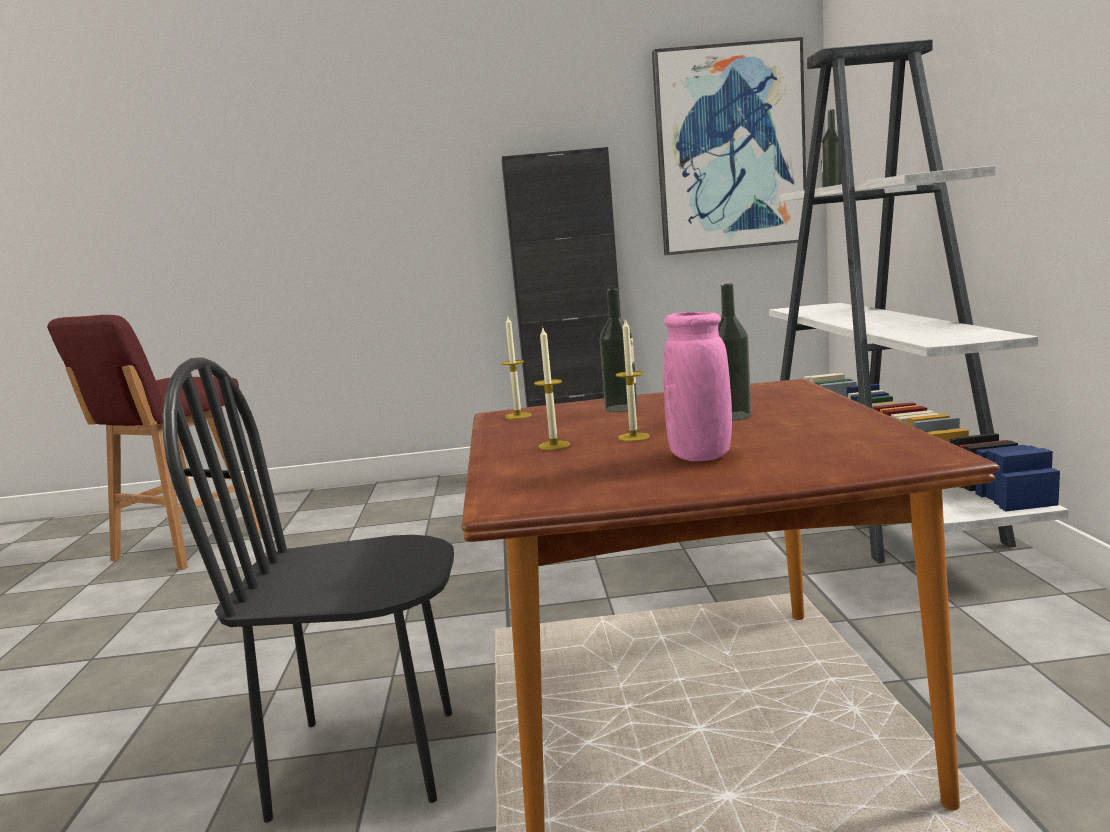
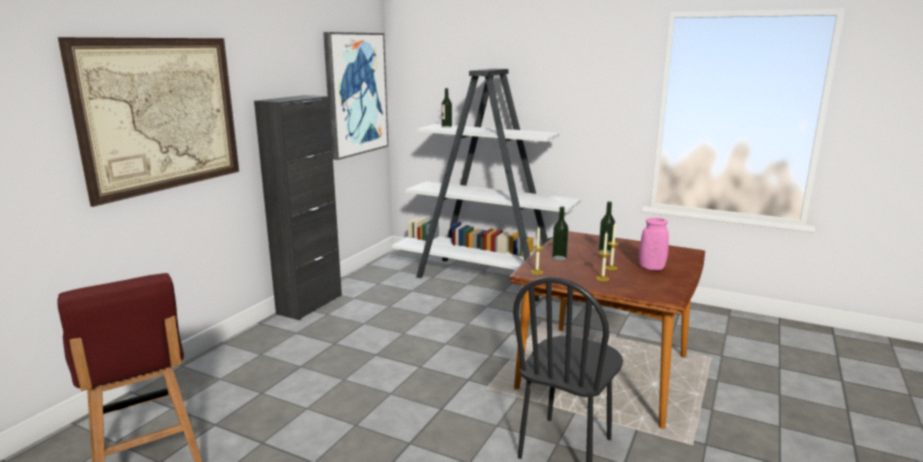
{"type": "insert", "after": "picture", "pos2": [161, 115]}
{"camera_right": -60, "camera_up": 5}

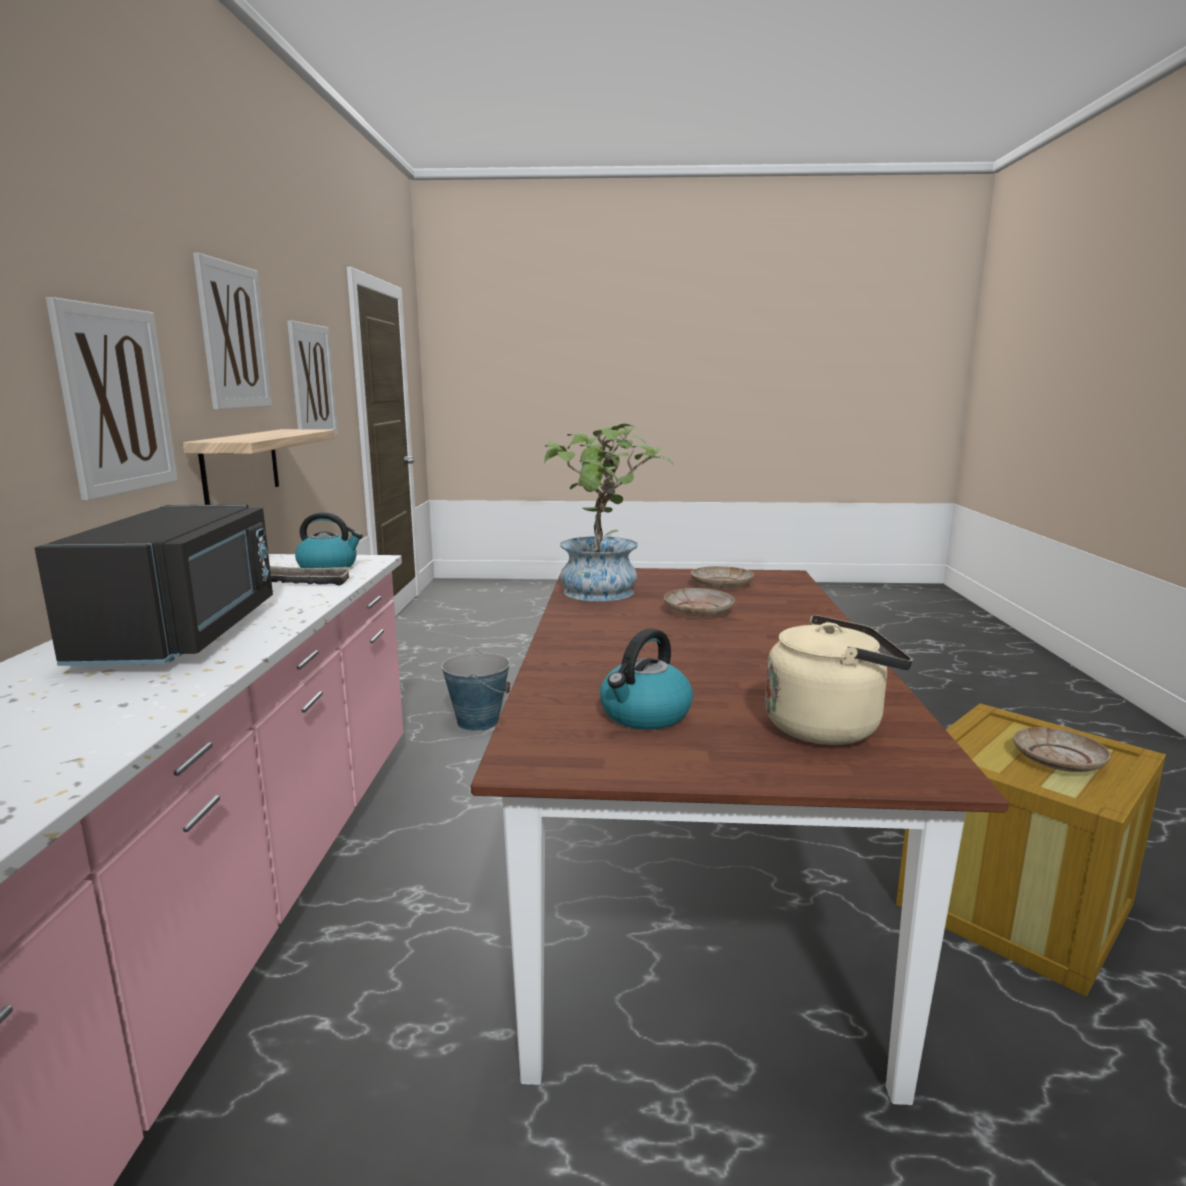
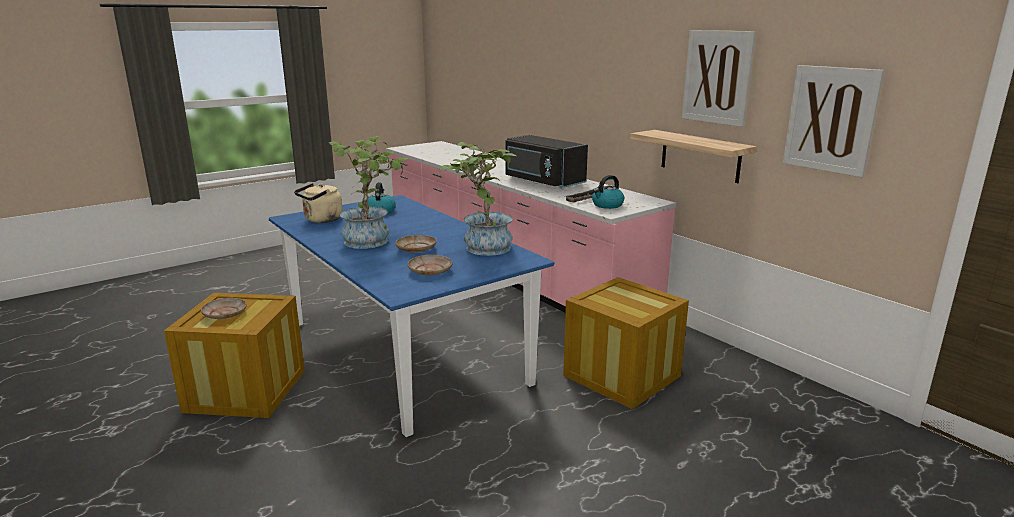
{"type": "delete", "before": "picture", "pos1": [116, 400]}
{"type": "replace", "before": "pail", "after": "crate", "pos1": [478, 721], "pos2": [622, 376]}
{"type": "recolor", "before": "brown kitchen table", "after": "blue-coloured kitchen table", "pos1": [688, 866], "pos2": [405, 351]}
{"type": "insert", "after": "plant in a pot", "pos2": [372, 240]}
{"camera_right": 140, "camera_up": 5}

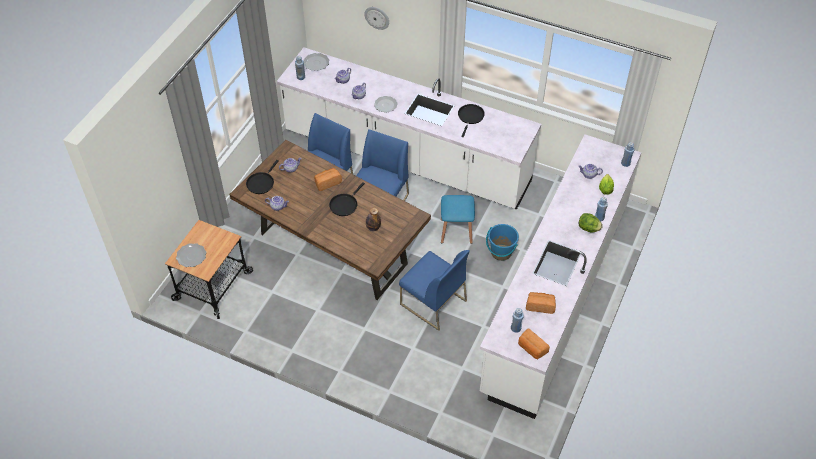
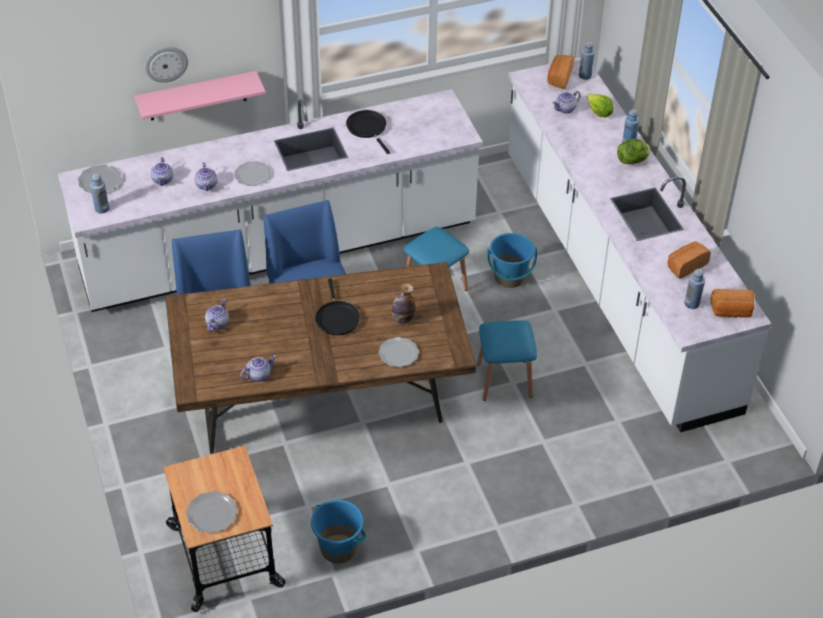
{"type": "delete", "before": "blackish pan", "pos1": [261, 183]}
{"type": "move", "before": "baked bread", "pos1": [327, 182], "pos2": [559, 78]}
{"type": "replace", "before": "blue-coloured chair", "after": "blue-coloured stool seat", "pos1": [432, 303], "pos2": [504, 380]}
{"type": "insert", "after": "pink-coloured wall shelf", "pos2": [197, 96]}
{"type": "insert", "after": "blue-coloured pail", "pos2": [338, 549]}
{"type": "insert", "after": "plate", "pos2": [398, 353]}
{"camera_right": -45, "camera_up": -5}

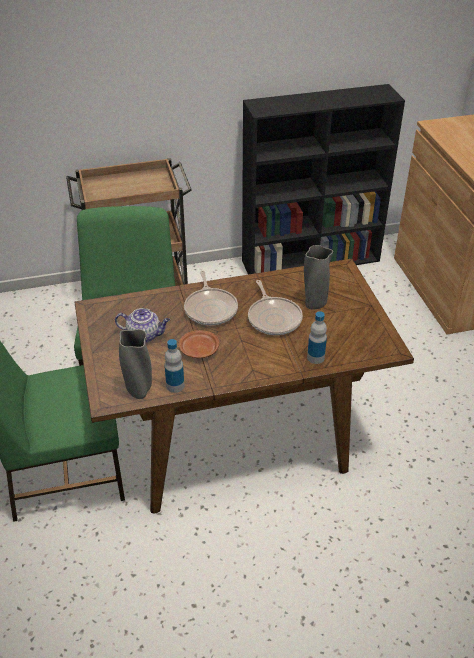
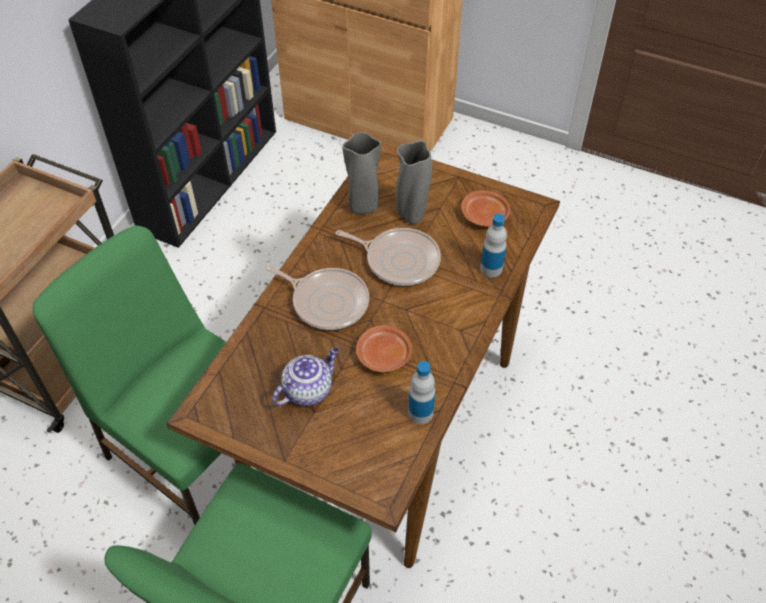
{"type": "move", "before": "gray vase", "pos1": [139, 391], "pos2": [363, 206]}
{"type": "insert", "after": "brown plate", "pos2": [485, 215]}
{"camera_right": -50, "camera_up": 10}

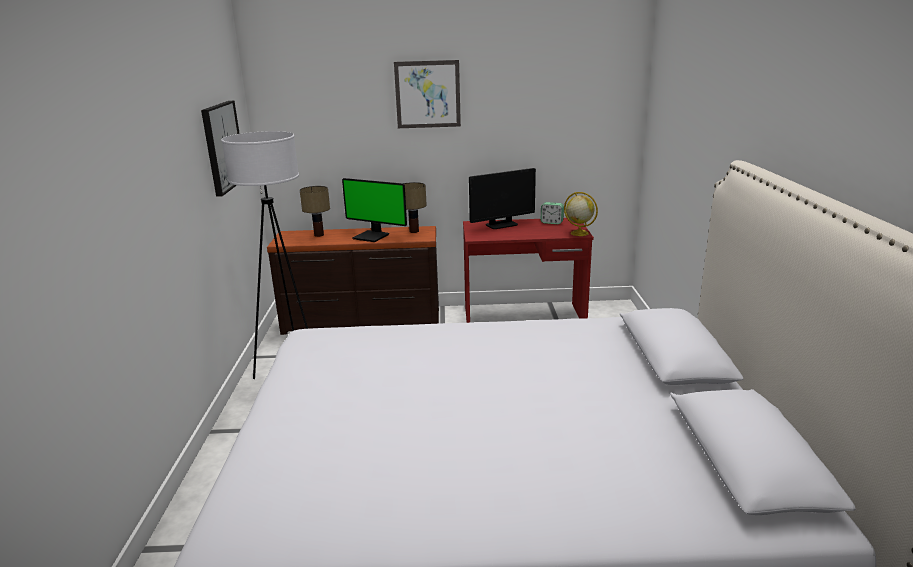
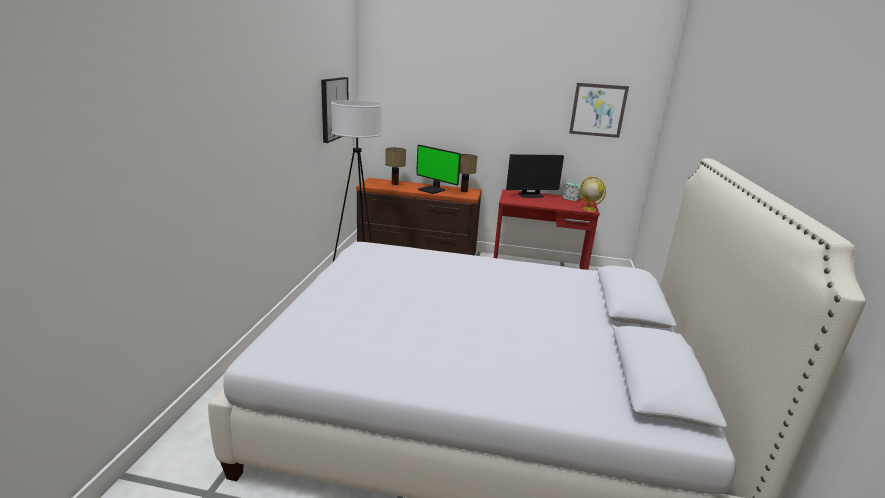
{"type": "move", "before": "picture", "pos1": [427, 94], "pos2": [598, 110]}
{"camera_right": 10, "camera_up": 0}

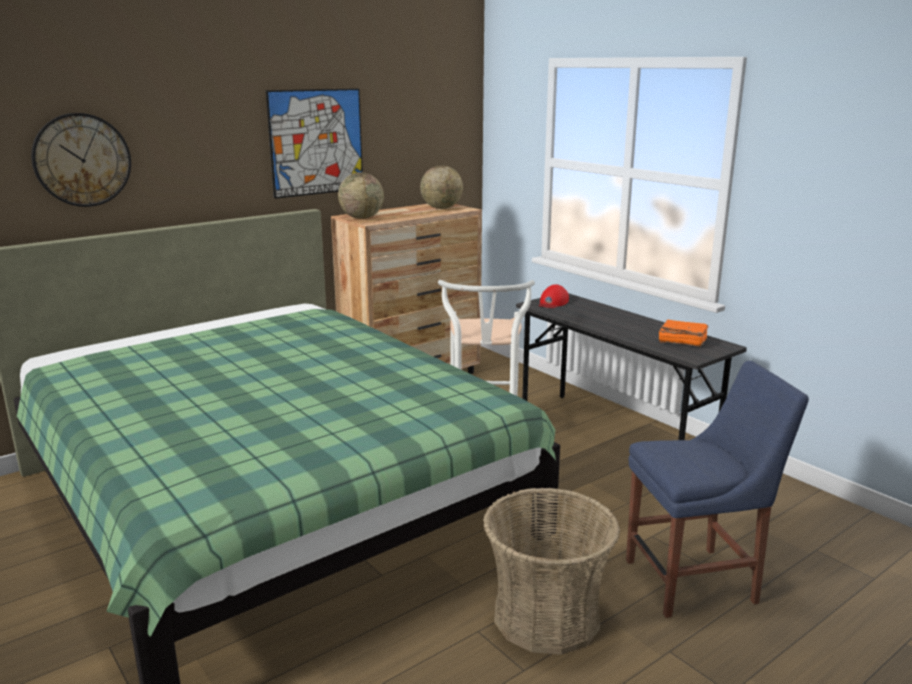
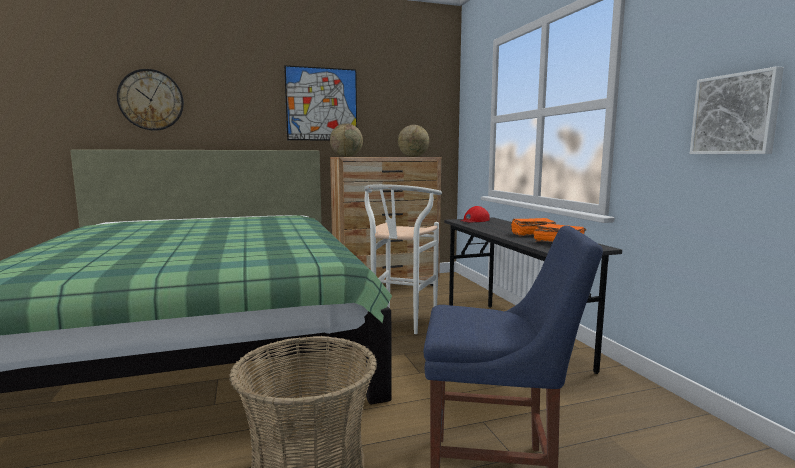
{"type": "insert", "after": "orangey book", "pos2": [532, 234]}
{"type": "insert", "after": "picture", "pos2": [735, 114]}
{"camera_right": 20, "camera_up": -10}

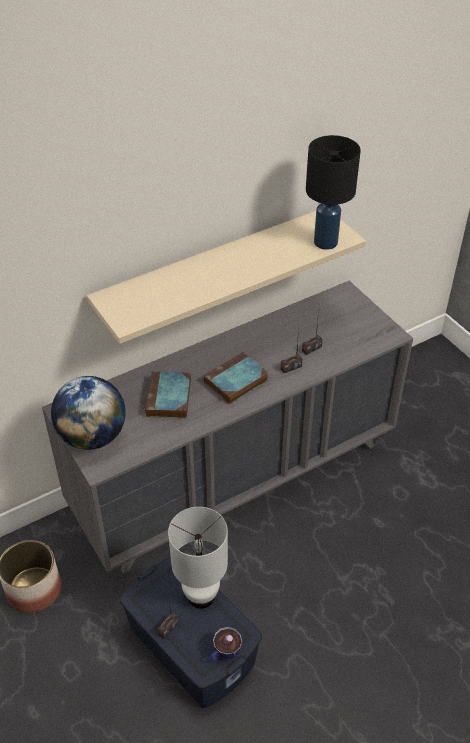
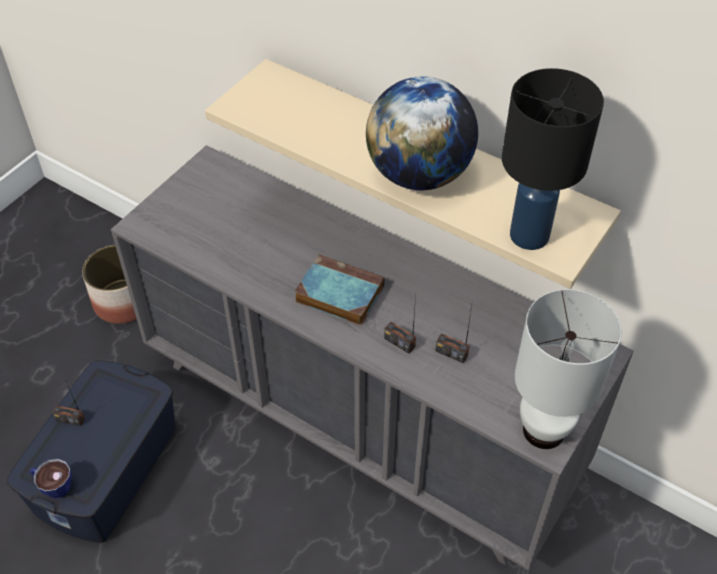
{"type": "move", "before": "world globe", "pos1": [92, 436], "pos2": [419, 175]}
{"type": "delete", "before": "book", "pos1": [169, 399]}
{"type": "move", "before": "white table lamp", "pos1": [202, 596], "pos2": [544, 431]}
{"camera_right": 65, "camera_up": 5}

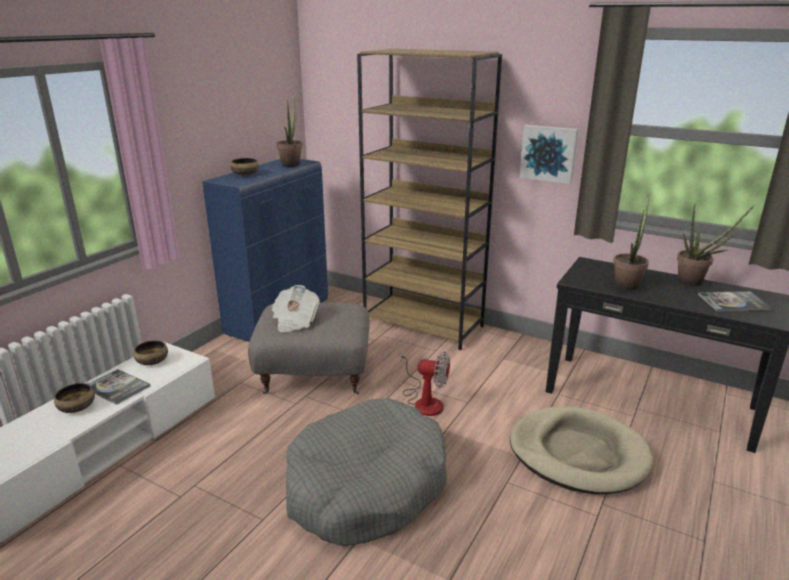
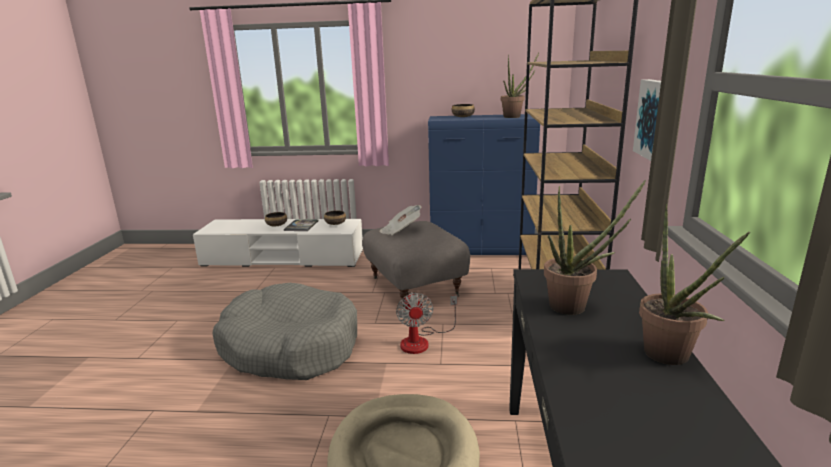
{"type": "delete", "before": "book", "pos1": [733, 302]}
{"camera_right": 65, "camera_up": -5}

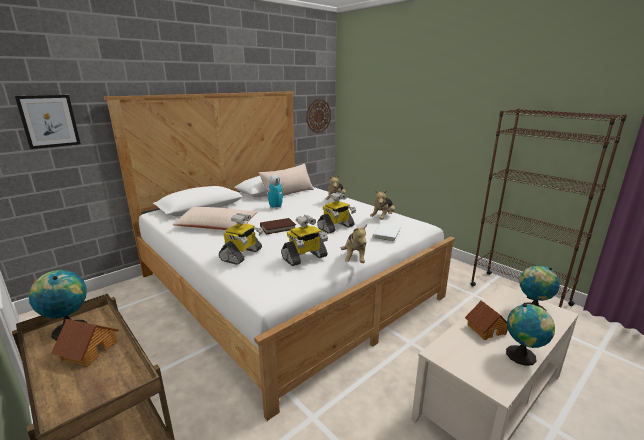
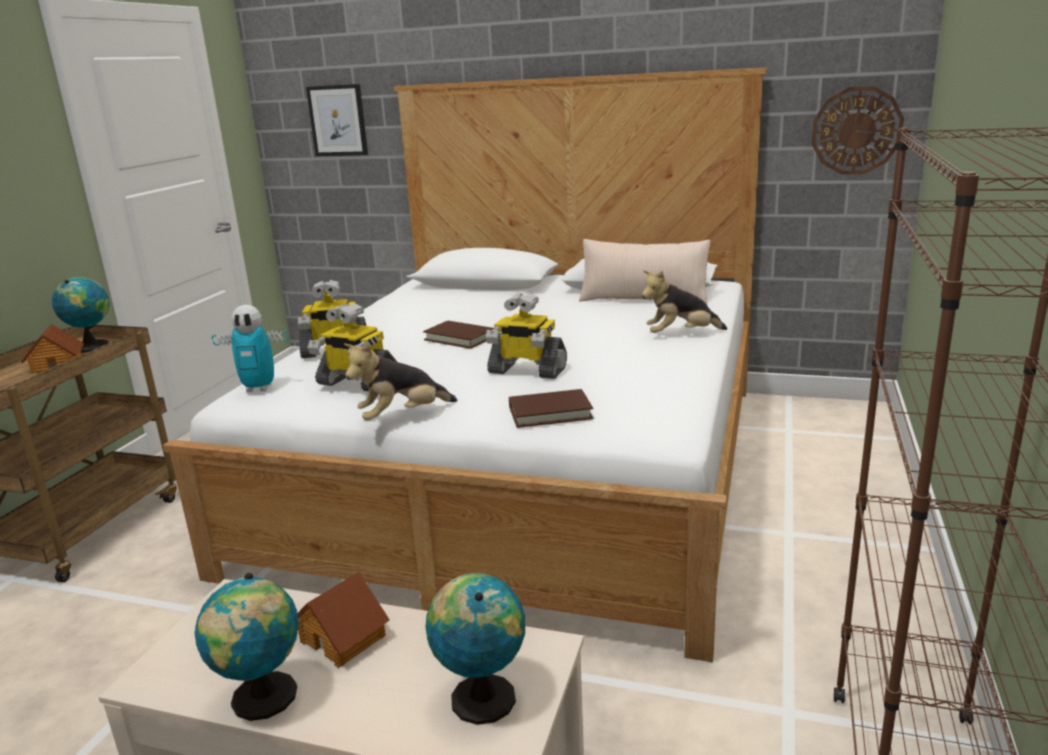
{"type": "delete", "before": "sand-coloured pillow", "pos1": [216, 226]}
{"type": "move", "before": "robot figure", "pos1": [275, 208], "pos2": [259, 388]}
{"type": "delete", "before": "soft toy", "pos1": [383, 218]}
{"type": "recolor", "before": "white book", "after": "brown book", "pos1": [387, 234], "pos2": [550, 413]}
{"camera_right": 60, "camera_up": 0}

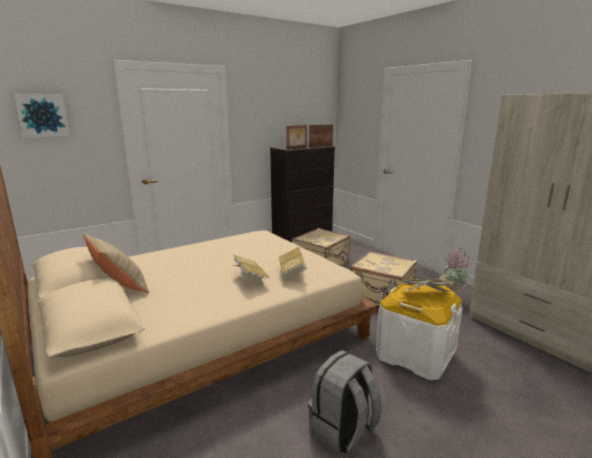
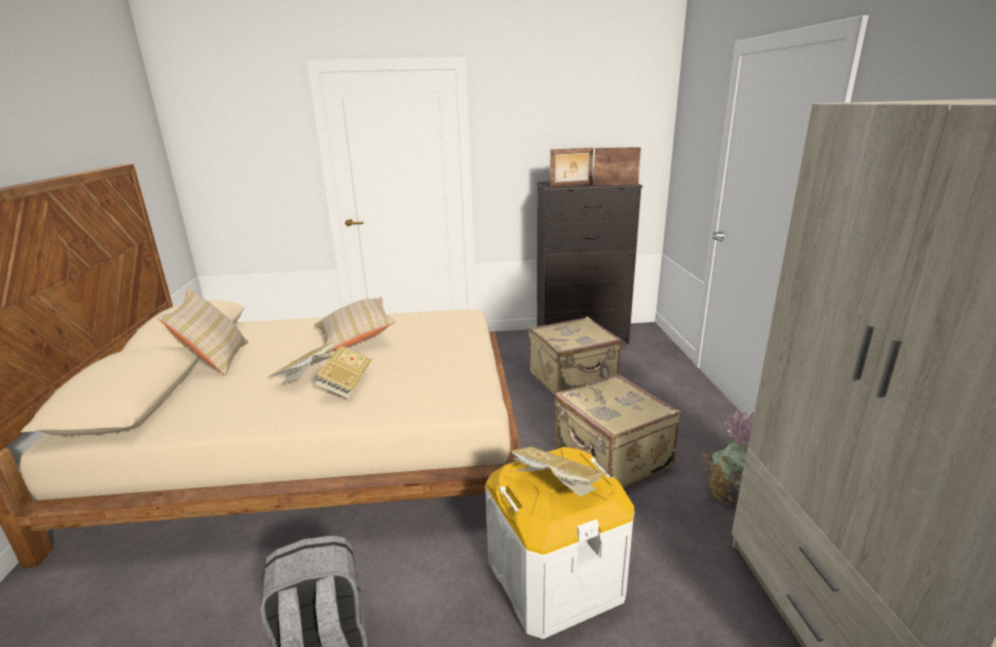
{"type": "delete", "before": "picture", "pos1": [42, 115]}
{"type": "move", "before": "book", "pos1": [292, 271], "pos2": [306, 375]}
{"type": "insert", "after": "sand-coloured pillow", "pos2": [356, 338]}
{"camera_right": 30, "camera_up": 5}

